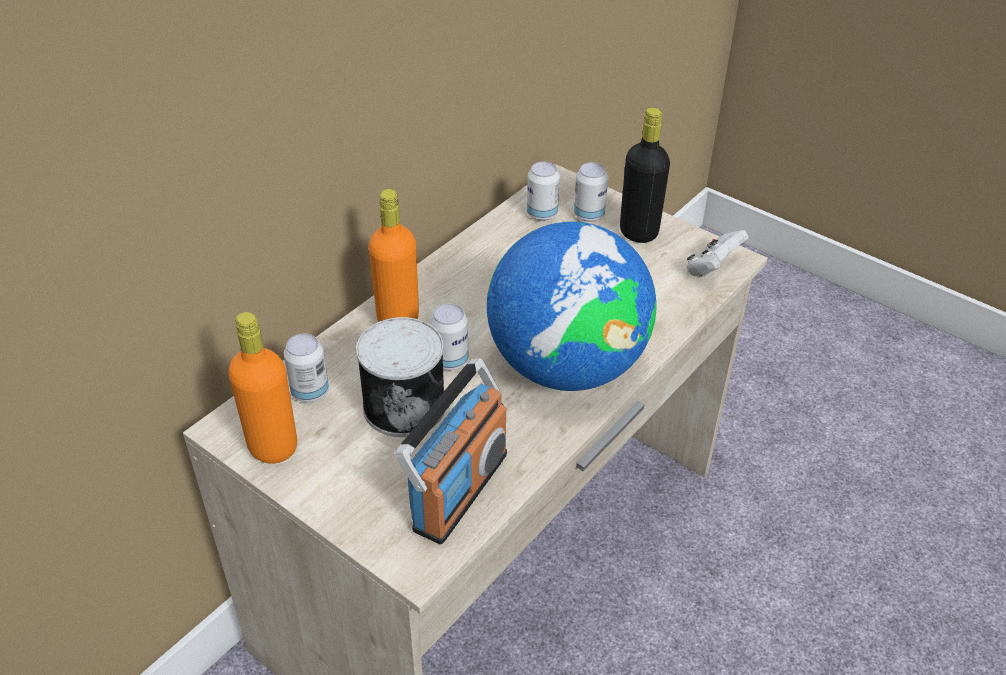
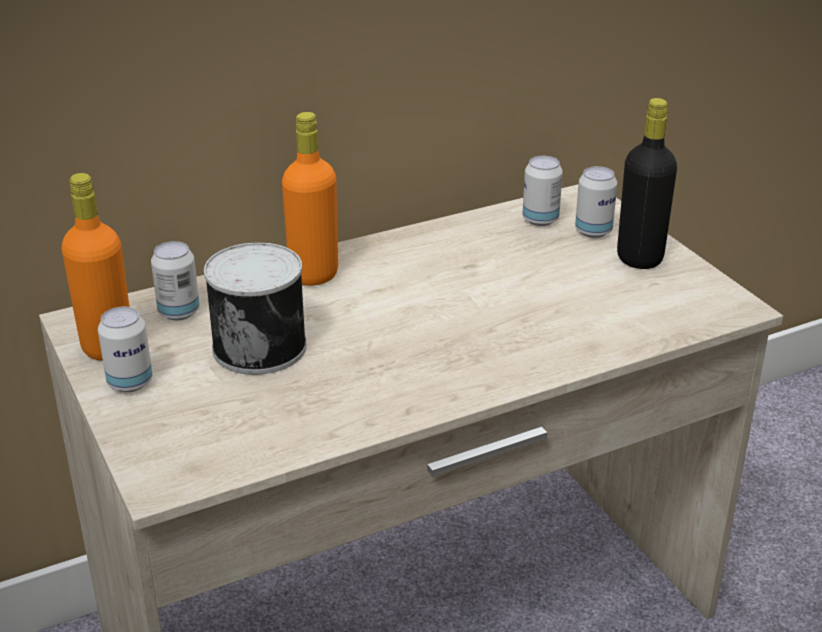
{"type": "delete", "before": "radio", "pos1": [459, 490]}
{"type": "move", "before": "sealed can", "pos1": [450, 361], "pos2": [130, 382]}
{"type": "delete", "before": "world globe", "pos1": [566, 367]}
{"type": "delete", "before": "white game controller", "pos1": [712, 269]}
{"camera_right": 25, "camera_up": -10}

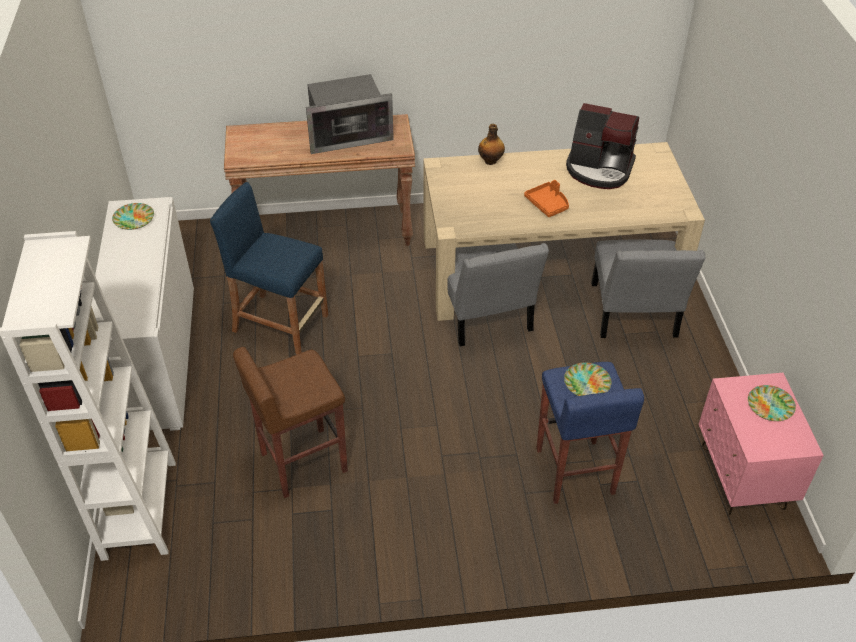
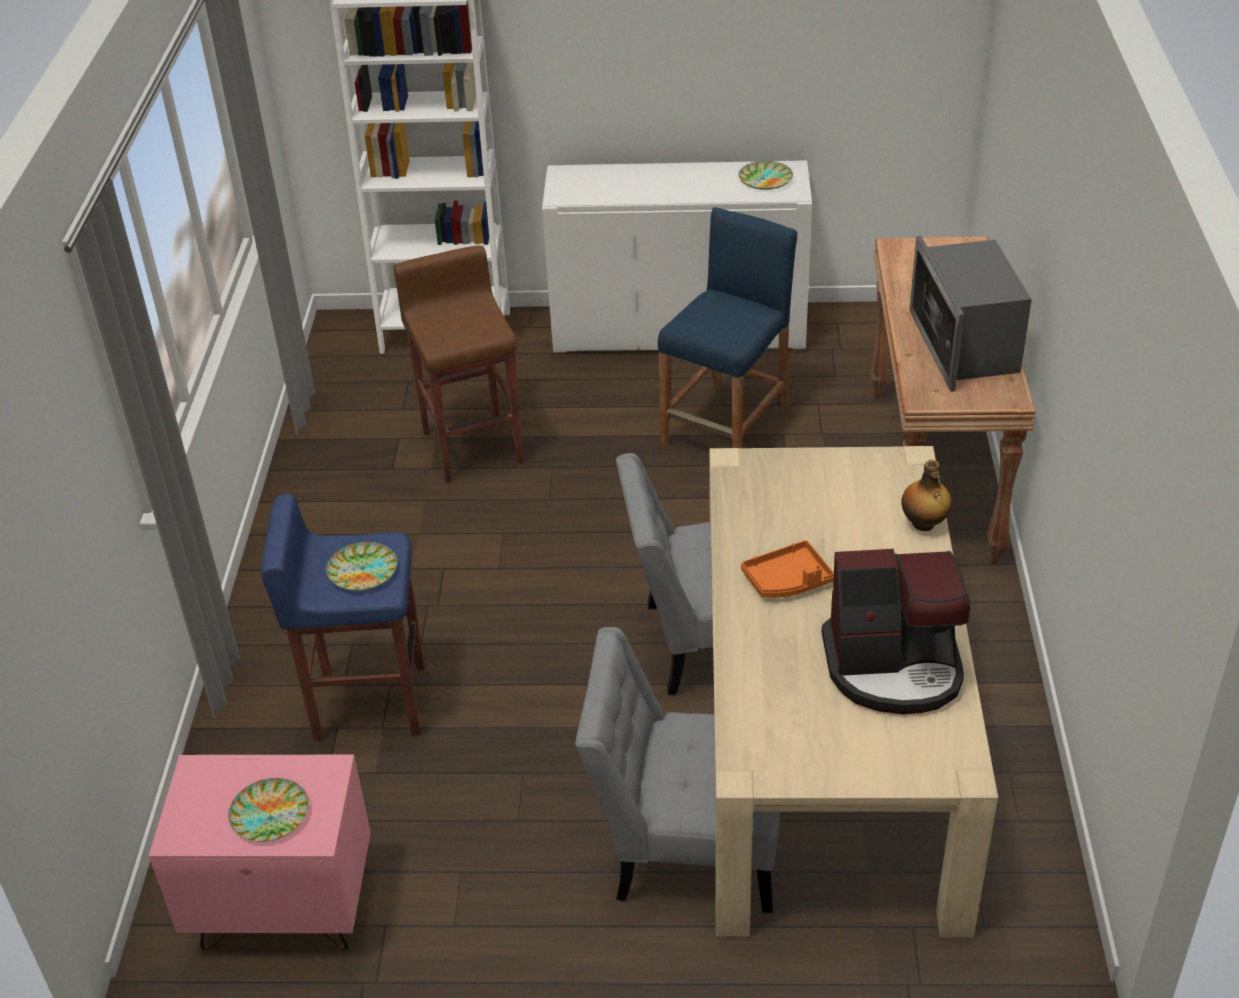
{"type": "rotate", "before": "coffee machine", "pos1": [599, 169], "pos2": [894, 667], "turn": -120}
{"camera_right": 100, "camera_up": -5}

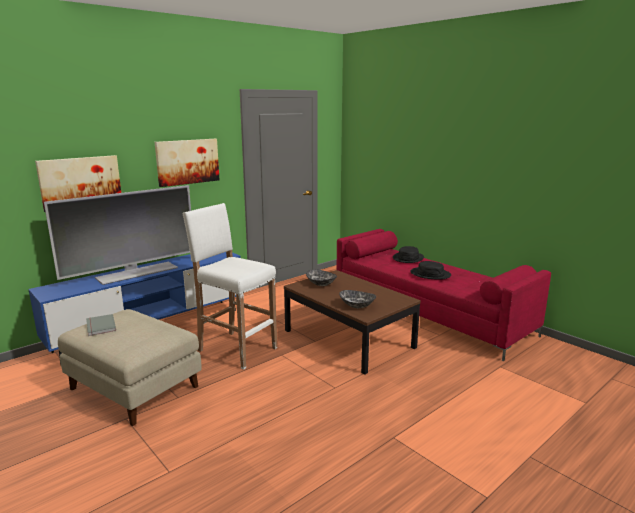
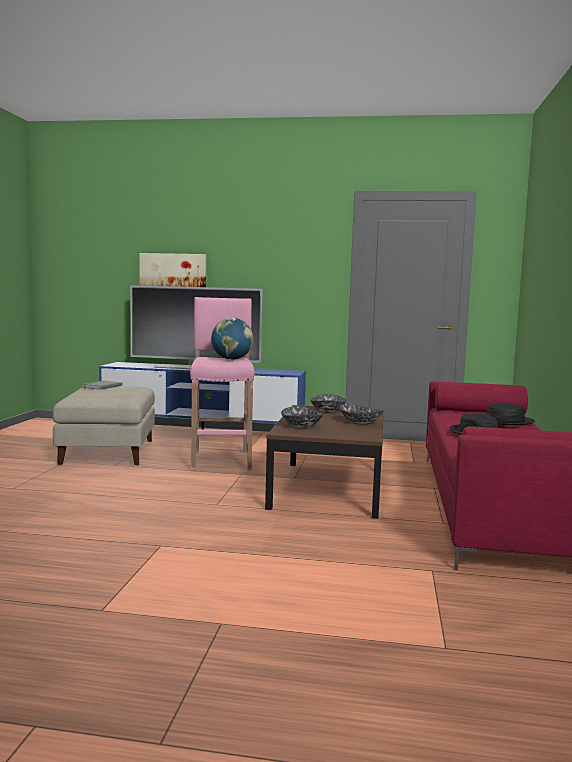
{"type": "delete", "before": "picture", "pos1": [187, 161]}
{"type": "recolor", "before": "white stool seat", "after": "pink-coloured stool seat", "pos1": [236, 349], "pos2": [221, 459]}
{"type": "insert", "after": "world globe", "pos2": [231, 359]}
{"type": "insert", "after": "deep dish", "pos2": [361, 422]}
{"camera_right": 50, "camera_up": -10}

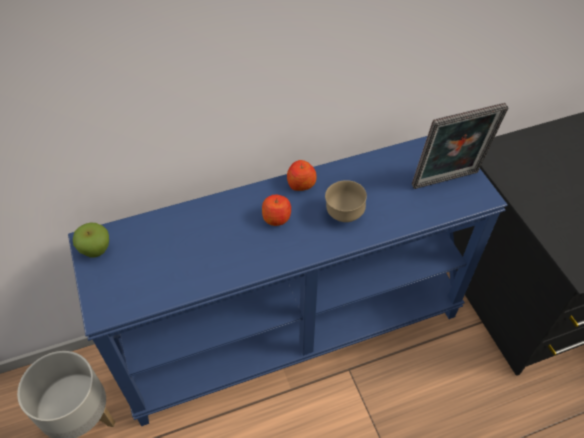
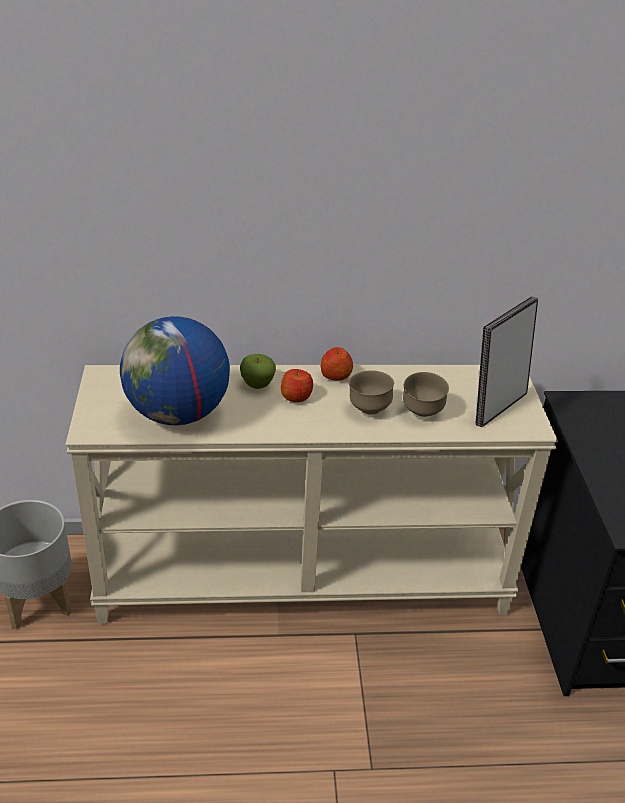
{"type": "recolor", "before": "blue-coloured narrow table", "after": "sand-coloured narrow table", "pos1": [292, 328], "pos2": [304, 575]}
{"type": "move", "before": "apple fruit", "pos1": [96, 250], "pos2": [257, 385]}
{"type": "rotate", "before": "picture frame", "pos1": [447, 182], "pos2": [497, 406], "turn": 135}
{"type": "insert", "after": "world globe", "pos2": [177, 414]}
{"type": "insert", "after": "brown deep dish", "pos2": [422, 413]}
{"camera_right": 15, "camera_up": -15}

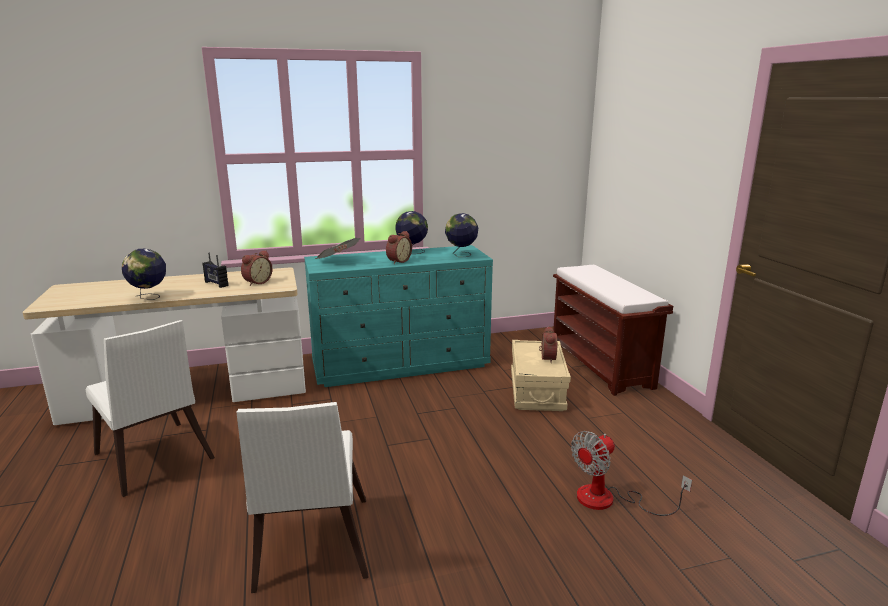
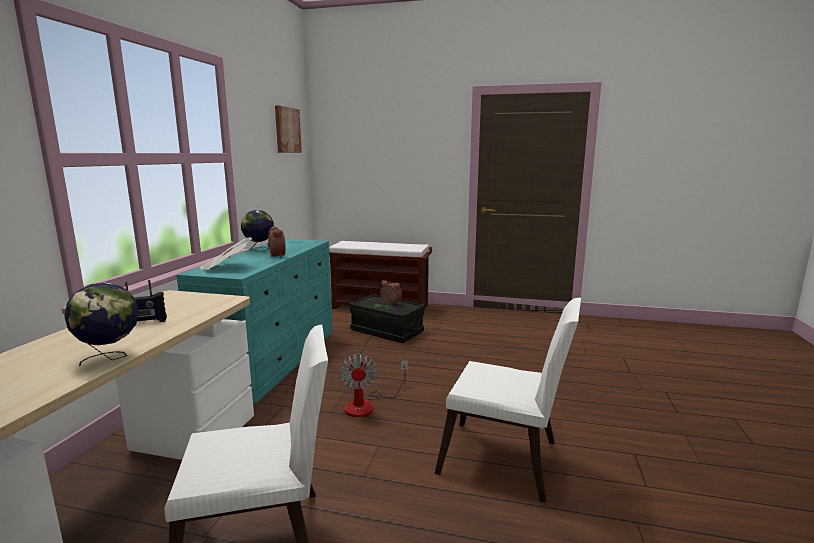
{"type": "delete", "before": "alarm clock", "pos1": [257, 282]}
{"type": "delete", "before": "world globe", "pos1": [461, 255]}
{"type": "recolor", "before": "sand-coloured storage container", "after": "blackish storage container", "pos1": [537, 390], "pos2": [387, 331]}
{"type": "move", "before": "electric fan", "pos1": [609, 500], "pos2": [367, 405]}
{"type": "insert", "after": "picture", "pos2": [287, 130]}
{"camera_right": -60, "camera_up": -5}

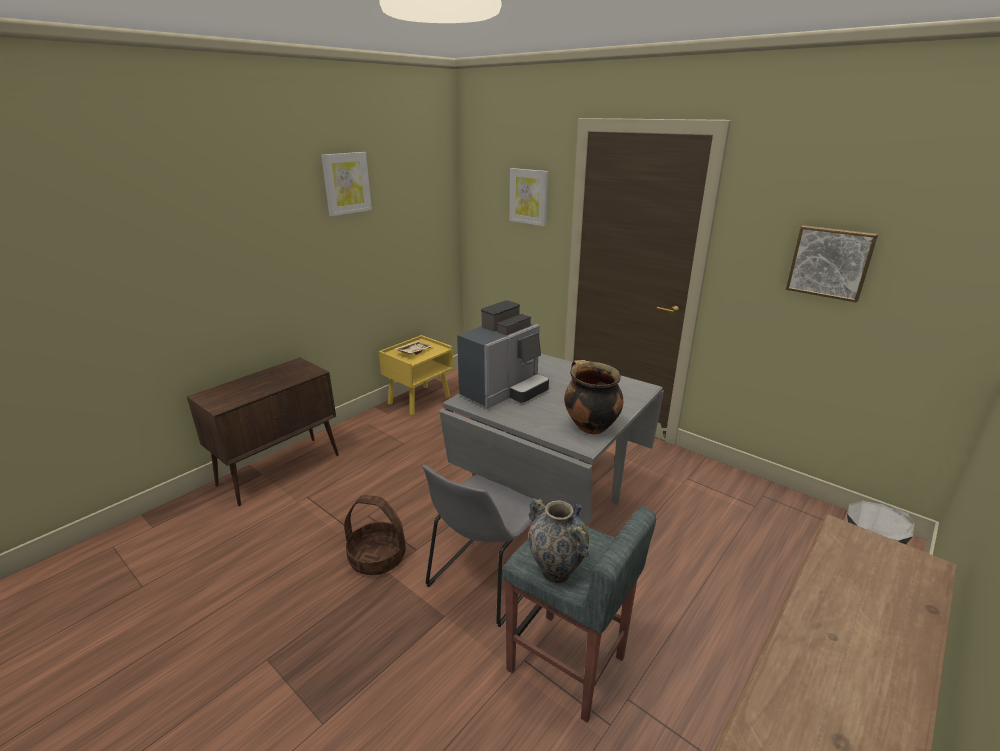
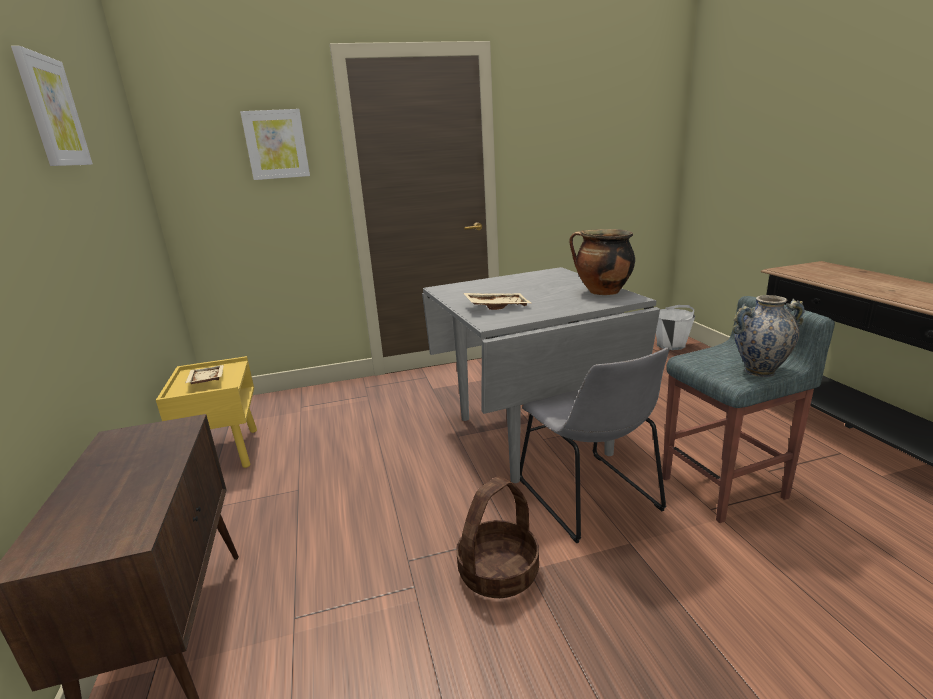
{"type": "replace", "before": "coffee machine", "after": "sand-coloured tray", "pos1": [505, 391], "pos2": [496, 306]}
{"type": "delete", "before": "picture", "pos1": [830, 262]}
{"camera_right": -55, "camera_up": -5}

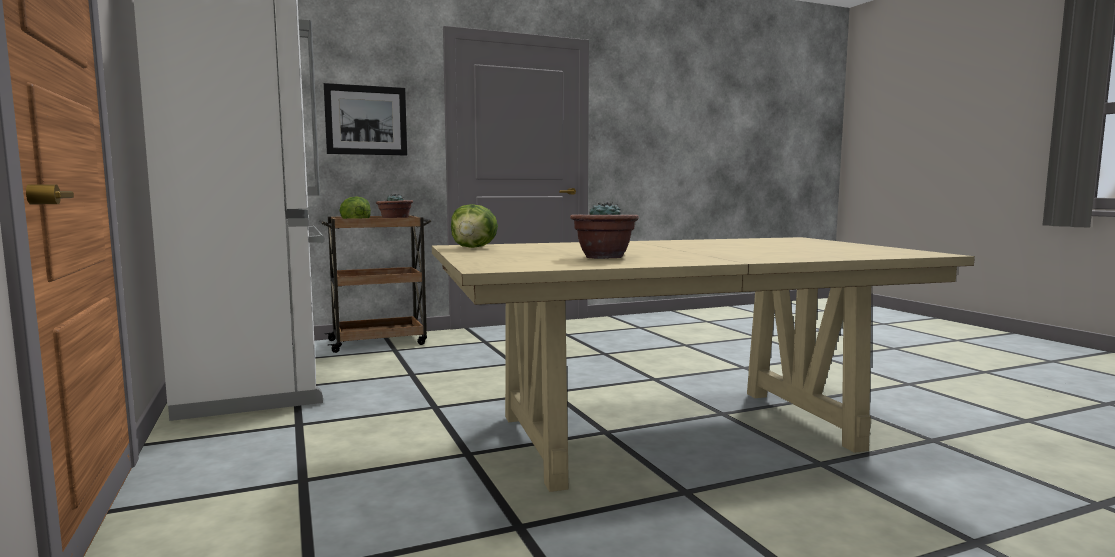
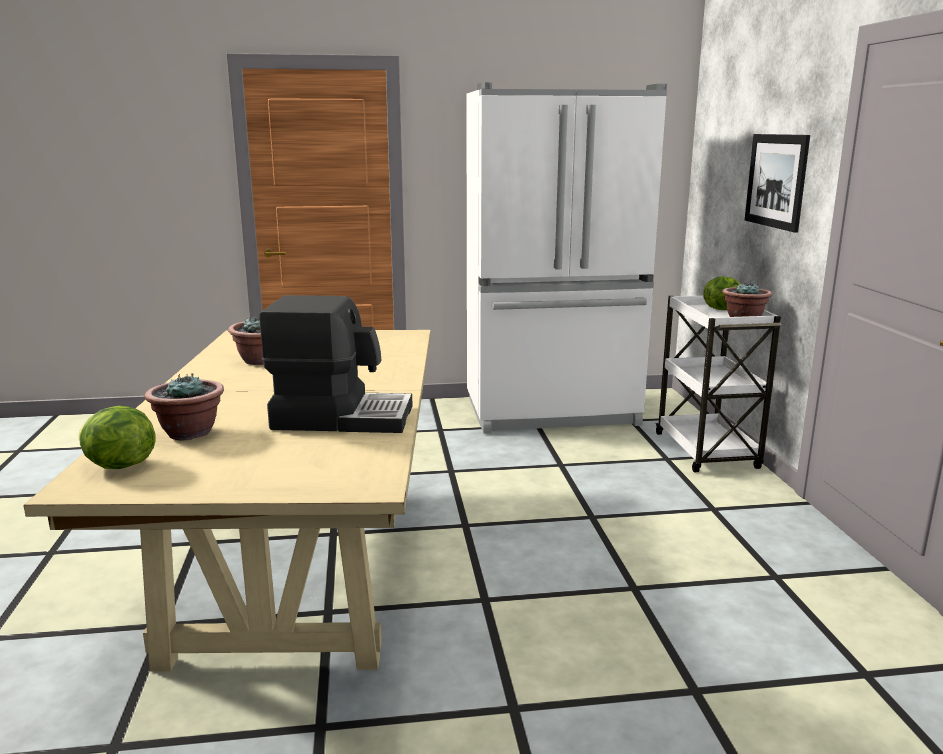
{"type": "recolor", "before": "brown trolley", "after": "white trolley", "pos1": [379, 342], "pos2": [707, 452]}
{"type": "move", "before": "lettuce head", "pos1": [474, 247], "pos2": [119, 466]}
{"type": "insert", "after": "plant in a pot", "pos2": [189, 433]}
{"type": "insert", "after": "coffee machine", "pos2": [342, 417]}
{"camera_right": 105, "camera_up": 10}

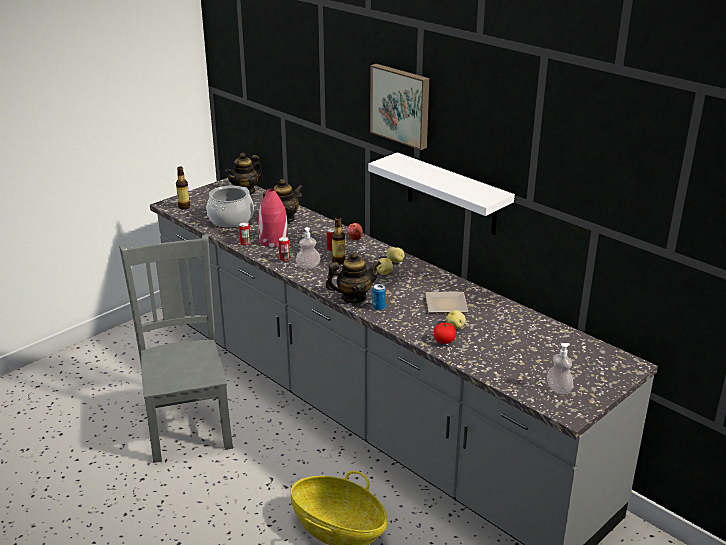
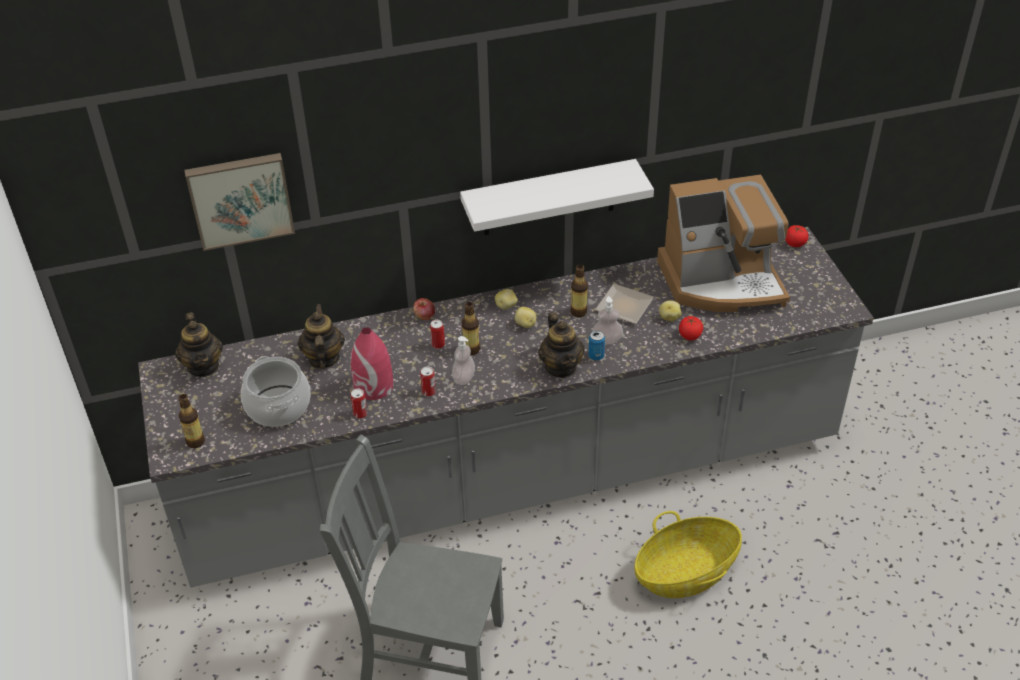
{"type": "rotate", "before": "tea pot", "pos1": [353, 297], "pos2": [561, 367], "turn": 150}
{"type": "move", "before": "picture", "pos1": [401, 105], "pos2": [240, 199]}
{"type": "move", "before": "soap dispenser", "pos1": [558, 389], "pos2": [607, 340]}
{"type": "insert", "after": "bottle", "pos2": [578, 312]}
{"type": "insert", "after": "coffee machine", "pos2": [722, 281]}
{"type": "insert", "after": "whole tomato", "pos2": [795, 243]}
{"camera_right": -60, "camera_up": 15}

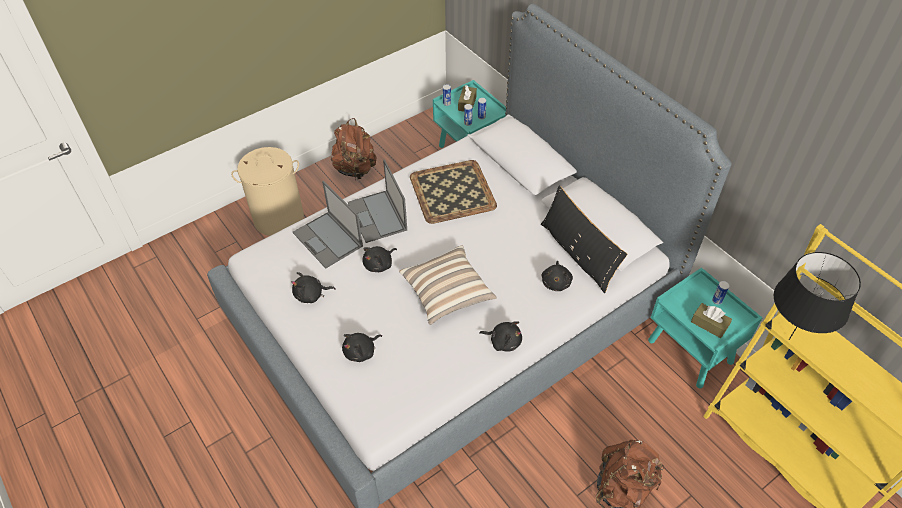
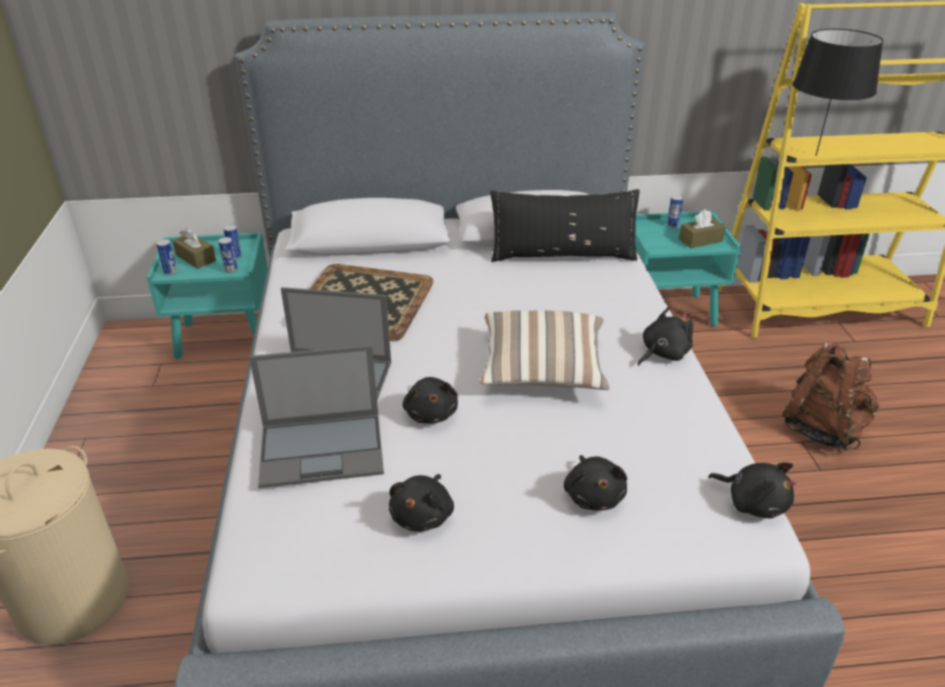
{"type": "delete", "before": "brown knapsack", "pos1": [355, 169]}
{"type": "move", "before": "blackish soft toy", "pos1": [556, 282], "pos2": [753, 502]}
{"camera_right": -60, "camera_up": -15}

